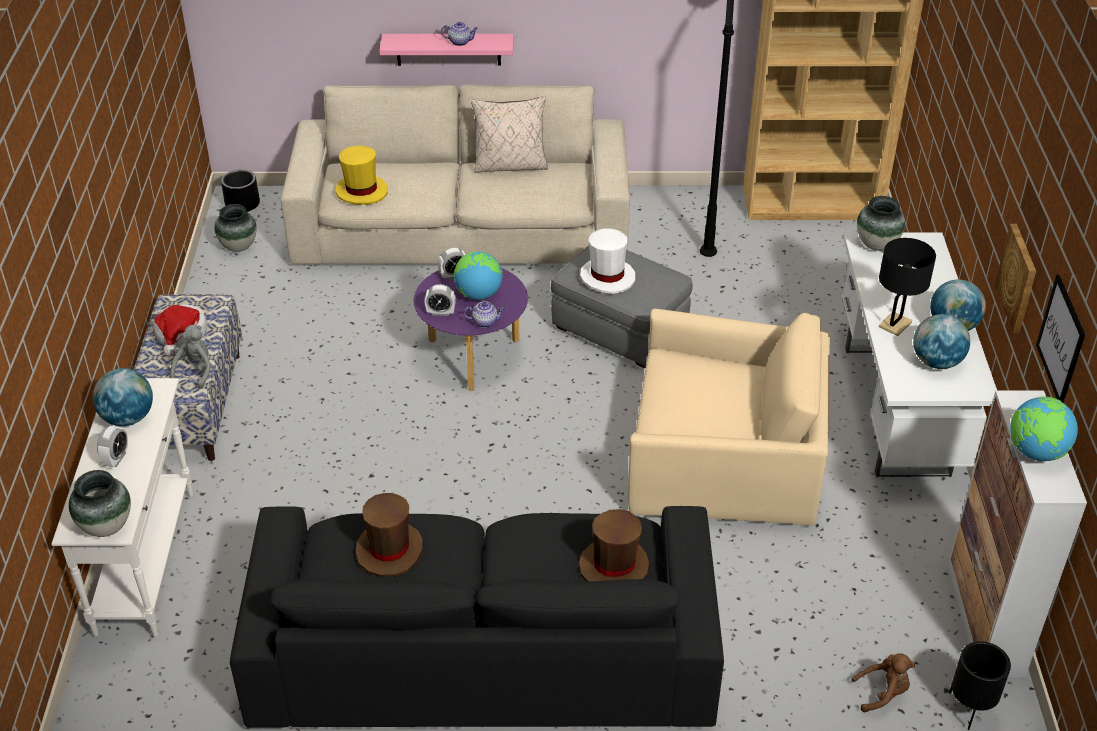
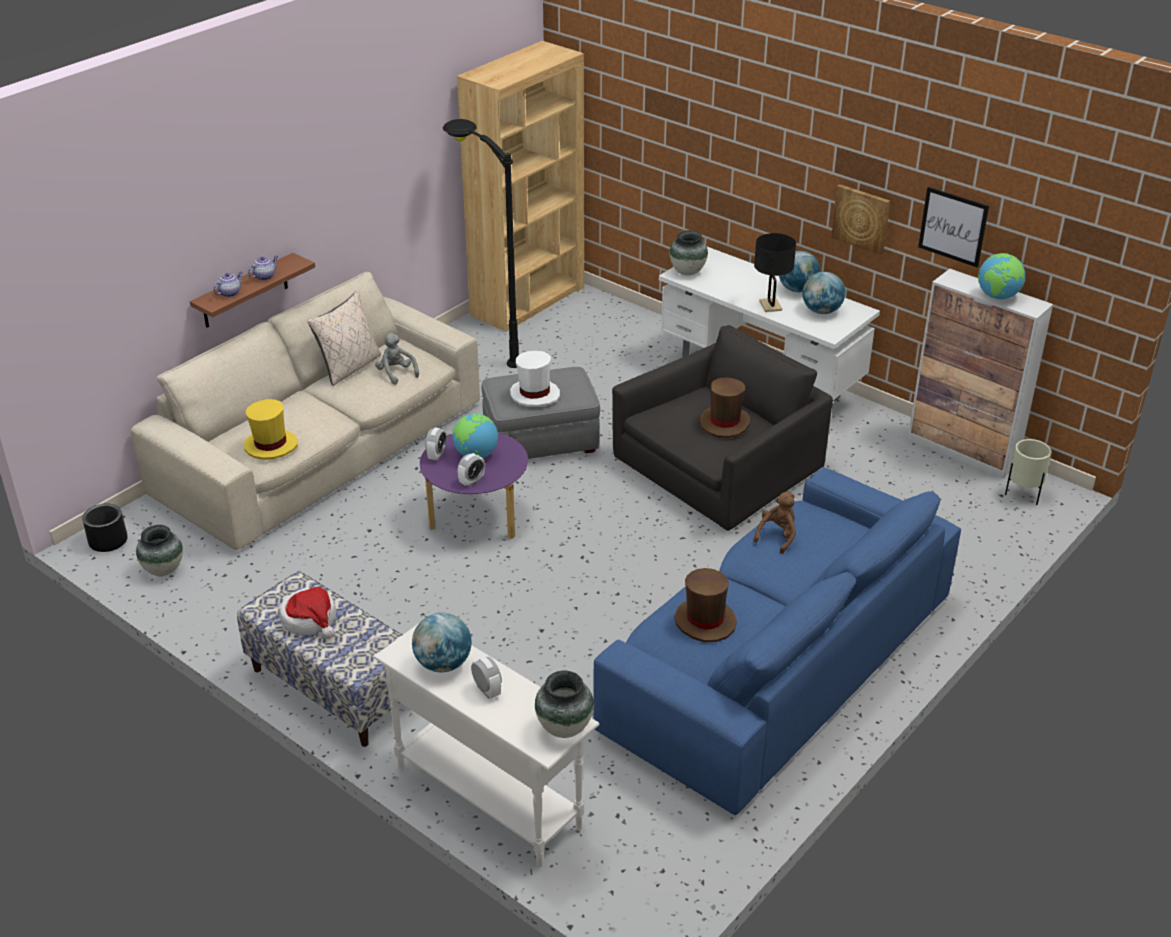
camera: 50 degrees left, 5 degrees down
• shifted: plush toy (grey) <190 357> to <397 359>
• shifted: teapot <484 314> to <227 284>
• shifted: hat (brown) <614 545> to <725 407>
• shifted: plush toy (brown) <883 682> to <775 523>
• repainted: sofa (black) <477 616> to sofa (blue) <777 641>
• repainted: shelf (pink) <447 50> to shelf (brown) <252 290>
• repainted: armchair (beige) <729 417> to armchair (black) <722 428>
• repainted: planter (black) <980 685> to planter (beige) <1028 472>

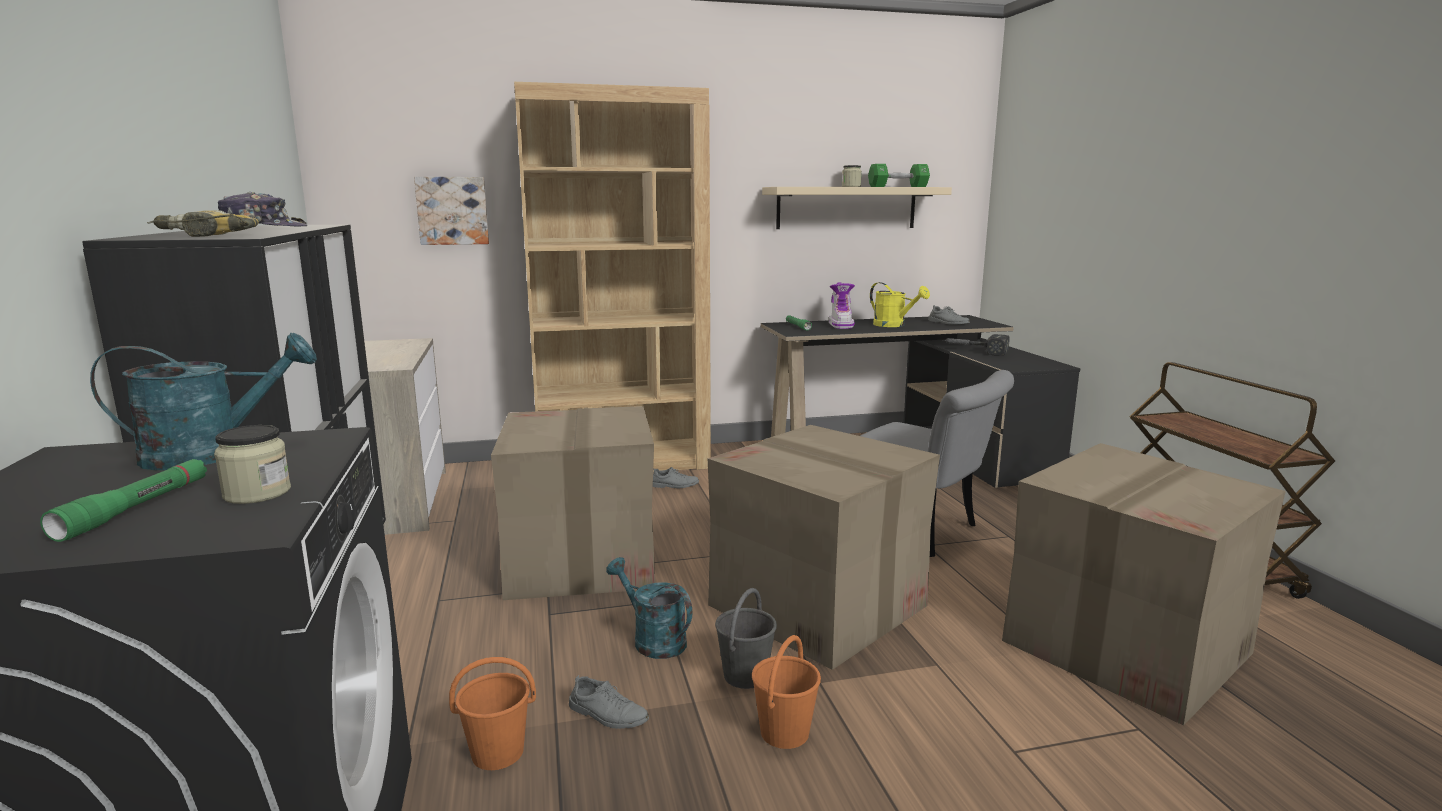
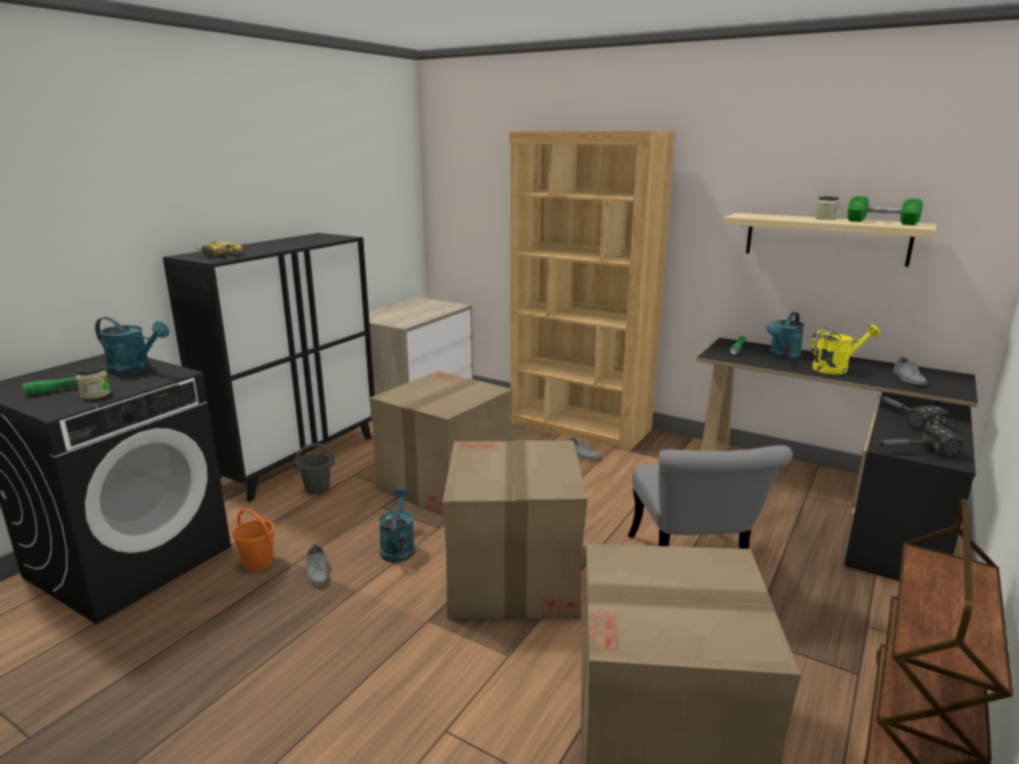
camera: 45 degrees right, 5 degrees up
• gone: cap <262 209>
• gone: picture <451 211>
• gone: bucket (orange) <786 692>
• new: hammer <919 441>
• shifted: bucket (grey) <746 638> to <315 469>
• swapped: boot <842 306> to watering can (turquoise) <785 335>
• rotated: watering can (yellow) <900 304> = <845 349> 105 degrees counterclockwise

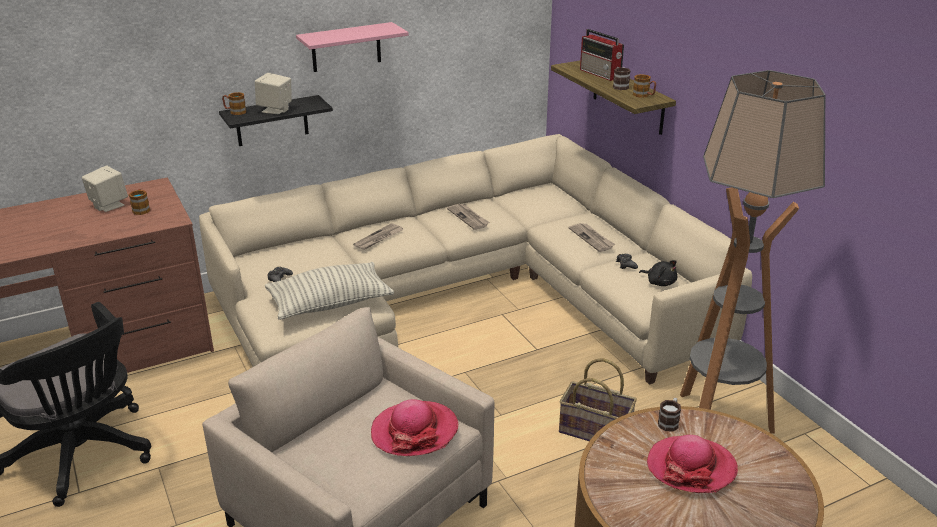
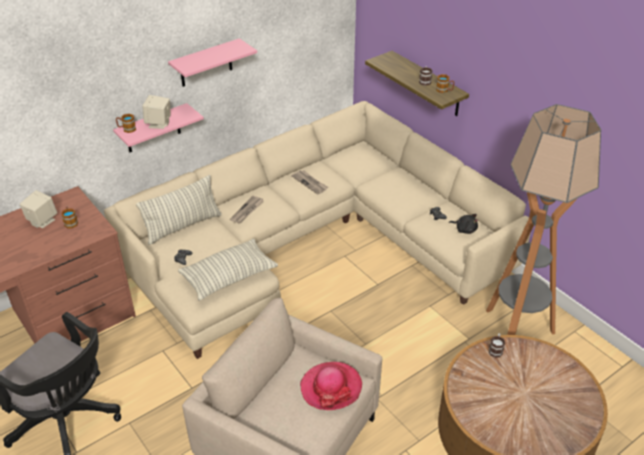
camera: 10 degrees left, 10 degrees up
• gone: basket <598 399>
• gone: newspaper <592 237>
• gone: radio <602 55>
• gone: hat <692 464>
• new: pillow <179 210>
• repainted: shelf (black) <276 120> to shelf (pink) <158 127>

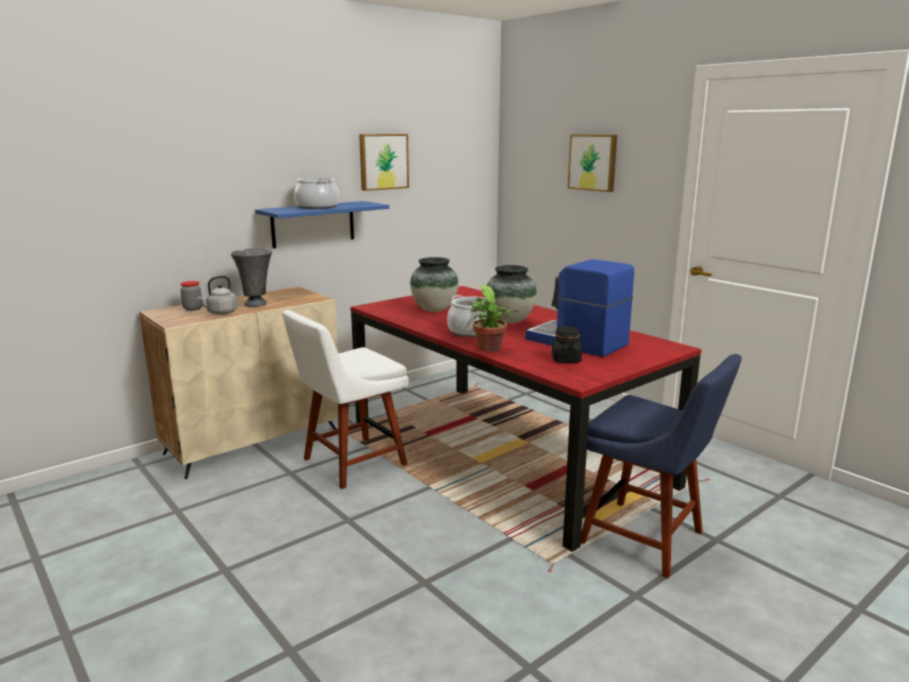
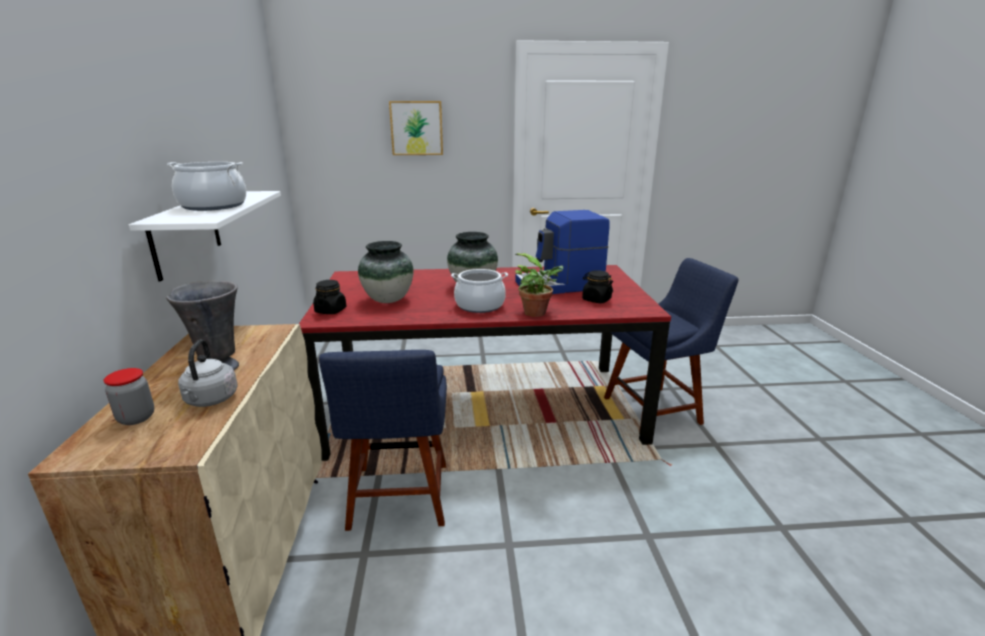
camera: 55 degrees left, 5 degrees up
• gone: picture <384 162>
• new: jar (black) <329 297>
• repainted: shelf (blue) <322 225> to shelf (white) <205 236>
• repainted: chair (white) <345 399> to chair (blue) <383 440>

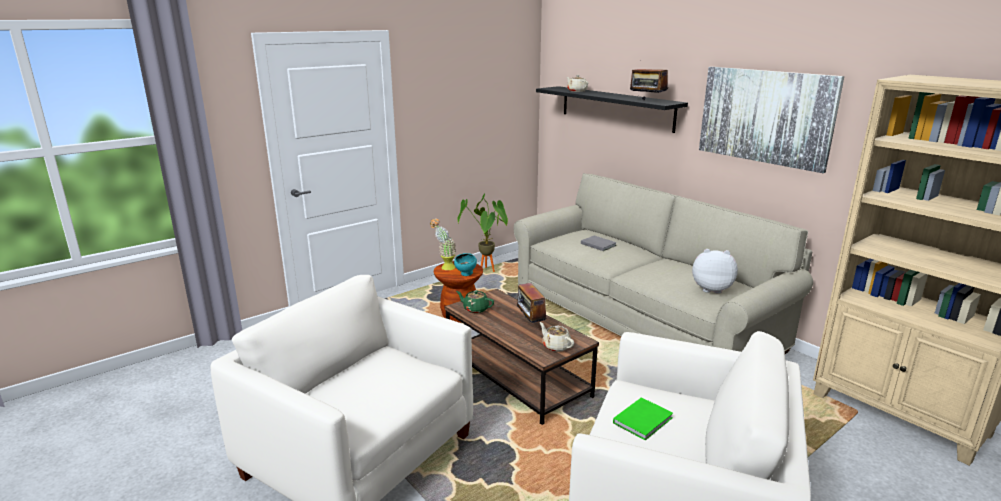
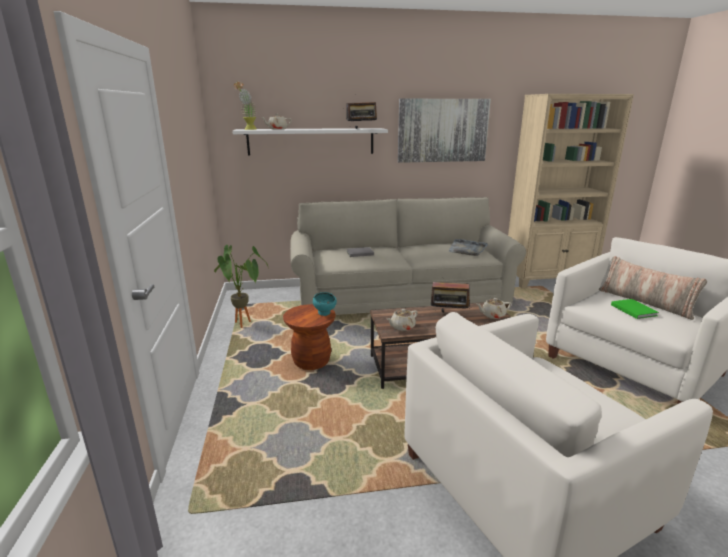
camera: 60 degrees left, 0 degrees up
• new: pillow <653 288>
• shifted: potted plant <443 244> to <245 105>
• swapped: plush toy <715 271> to tray (grey) <468 247>
• repainted: teapot (green) <475 301> to teapot (beige) <402 320>
• repainted: shelf (black) <612 109> to shelf (white) <310 142>

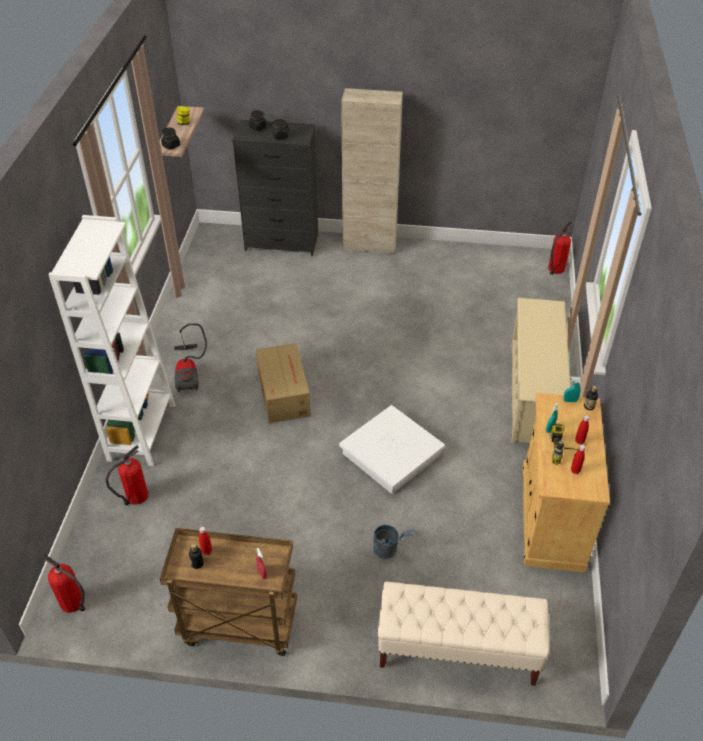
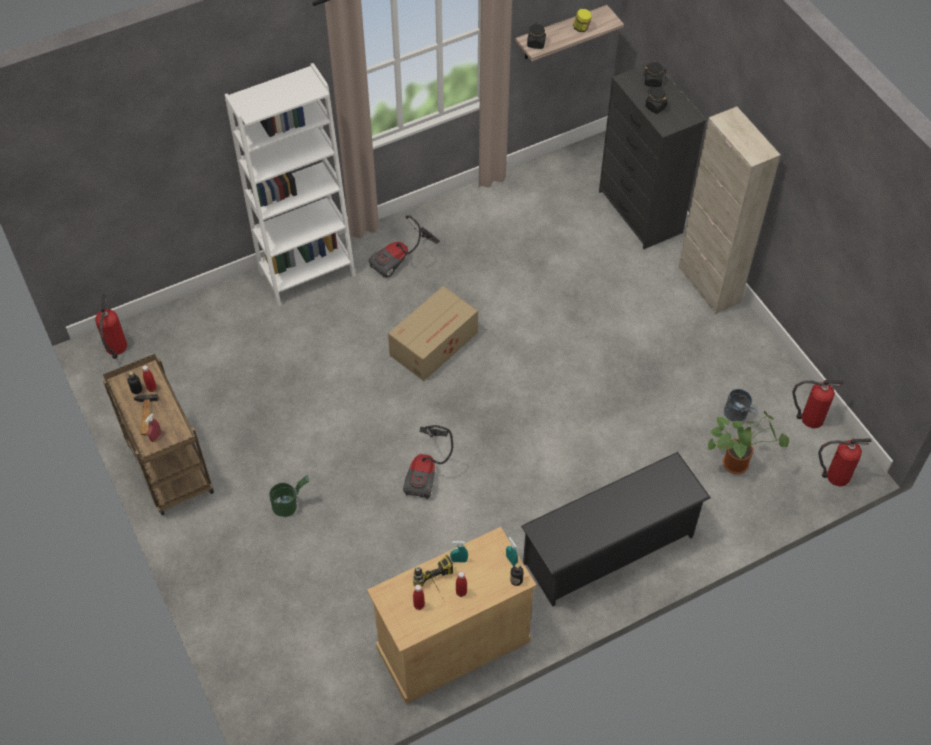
camera: 55 degrees right, 10 degrees up
• gone: bench (beige) <463 633>
• new: hammer <146 414>
• new: bucket (green) <289 496>
• new: potted plant <748 442>
• shifted: fire extinguisher <126 475> to <818 404>
• shifted: bucket (grey) <394 542> to <741 405>
• swapped: storage box (white) <392 449> to vacuum cleaner <428 462>
• repainted: shoe rack (beige) <541 370> to shoe rack (black) <616 529>

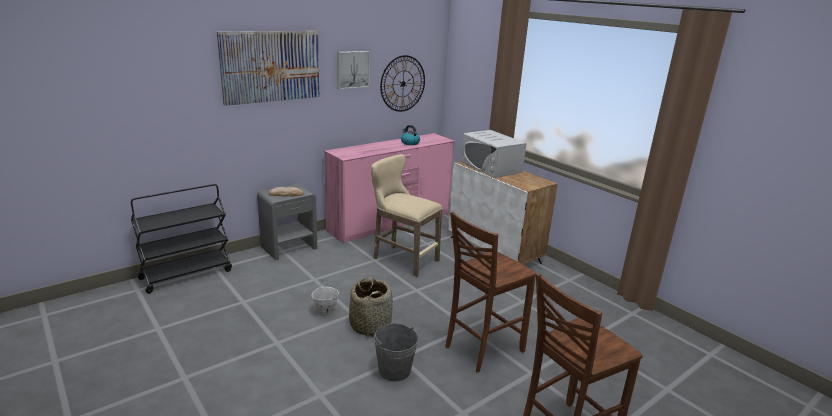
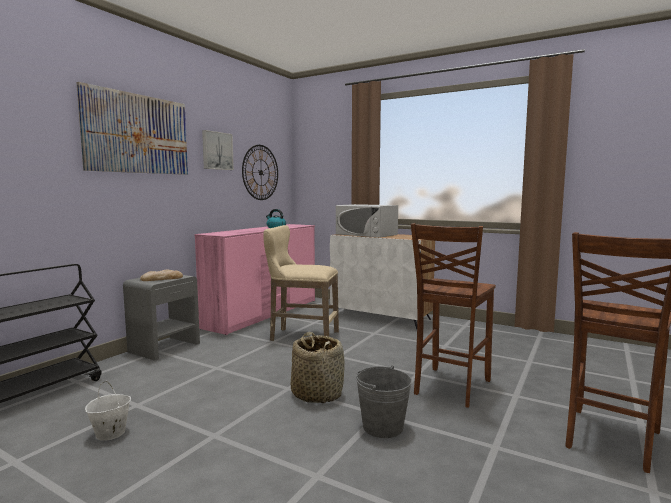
camera: 20 degrees left, 15 degrees down
• shifted: bucket (white) <325 298> to <108 411>

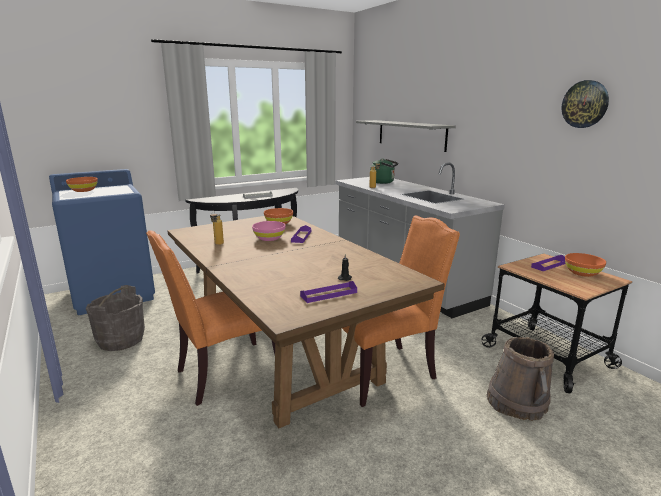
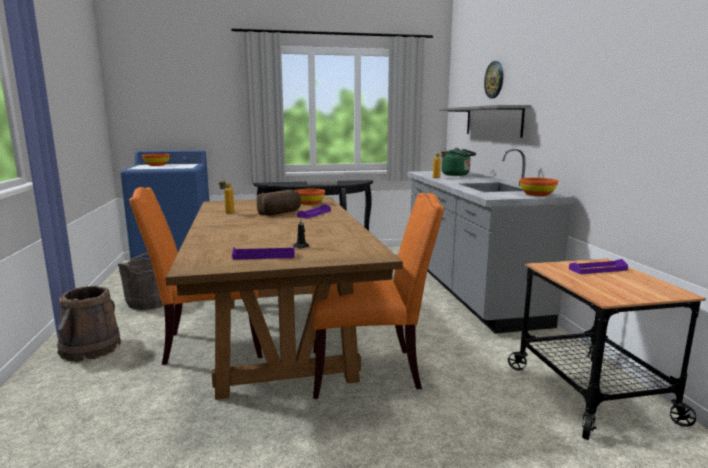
camera: 20 degrees right, 5 degrees down
• shifted: bucket (brown) <520 379> to <89 324>
• shifted: wall clock <585 104> to <493 79>
• shifted: bowl (orange) <585 265> to <539 187>
• swapped: bowl (pink) <269 231> to bread <279 202>

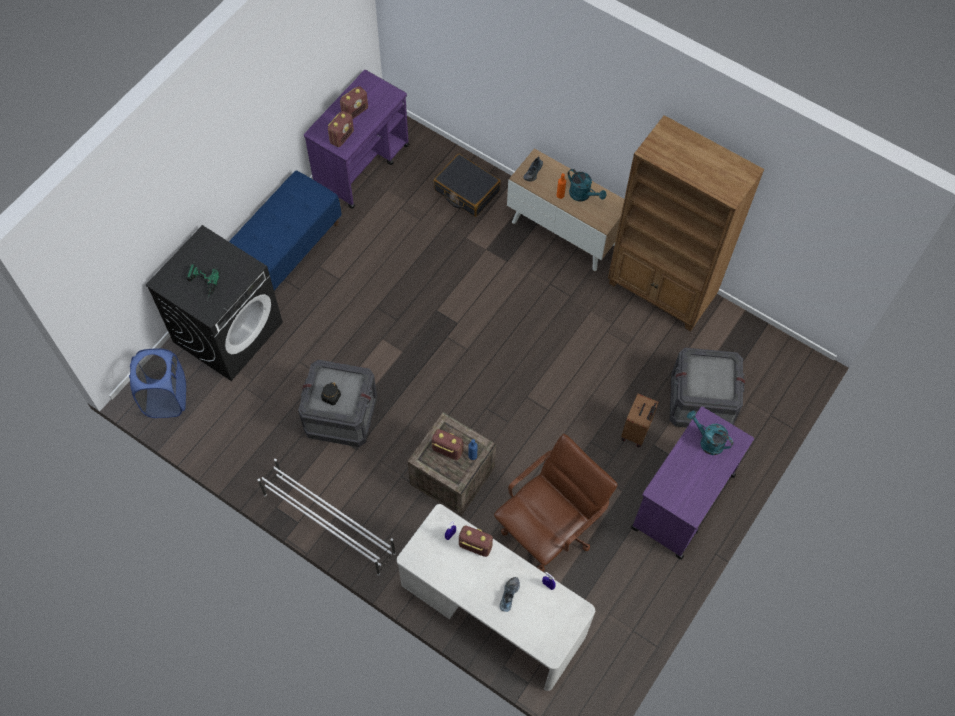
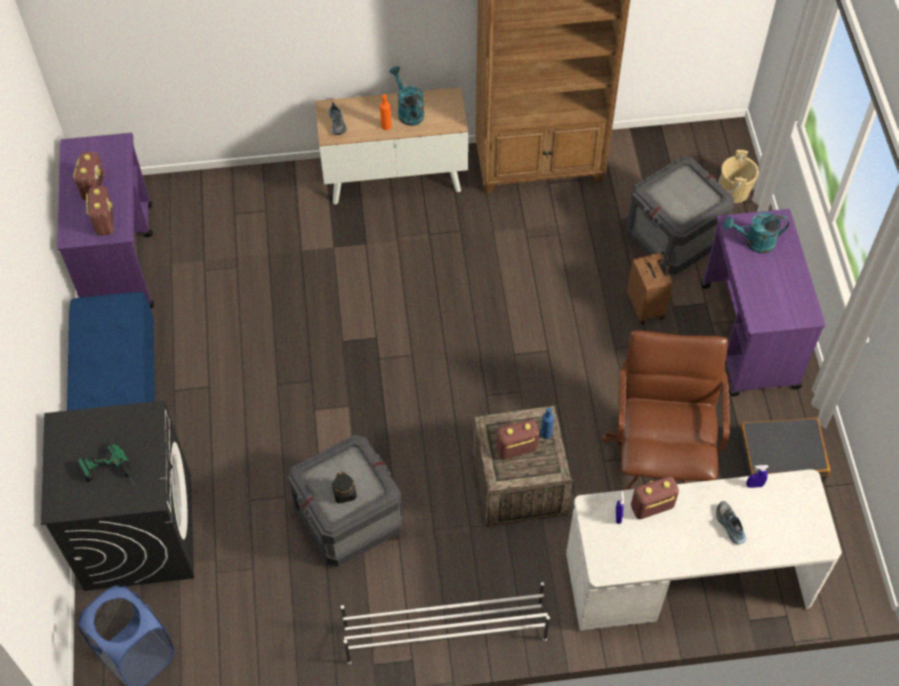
camera: 40 degrees left, 5 degrees down
• new: bucket (beige) <739 176>
• shifted: suitcase (black) <467 185> to <784 450>
• rotated: watering can (turquoise) <587 185> = <406 96> 120 degrees counterclockwise

